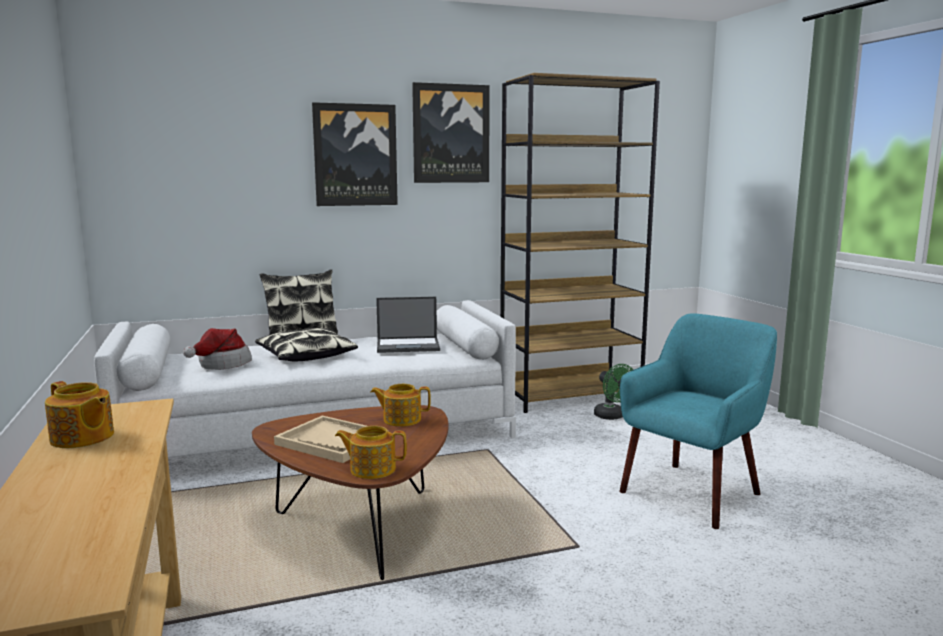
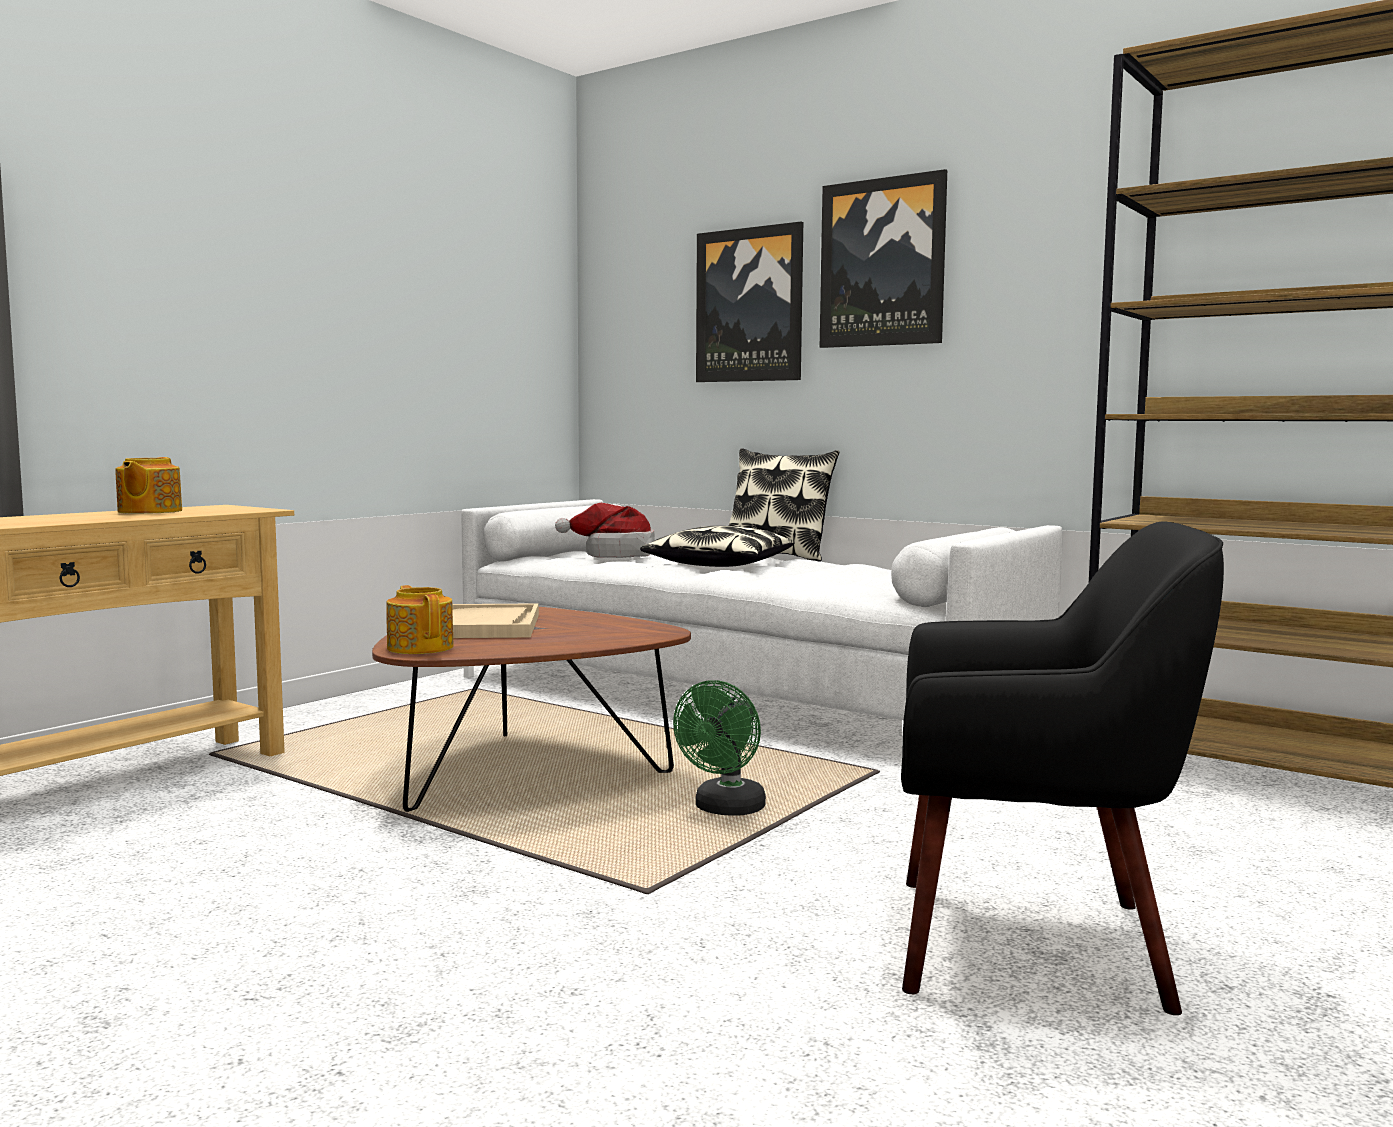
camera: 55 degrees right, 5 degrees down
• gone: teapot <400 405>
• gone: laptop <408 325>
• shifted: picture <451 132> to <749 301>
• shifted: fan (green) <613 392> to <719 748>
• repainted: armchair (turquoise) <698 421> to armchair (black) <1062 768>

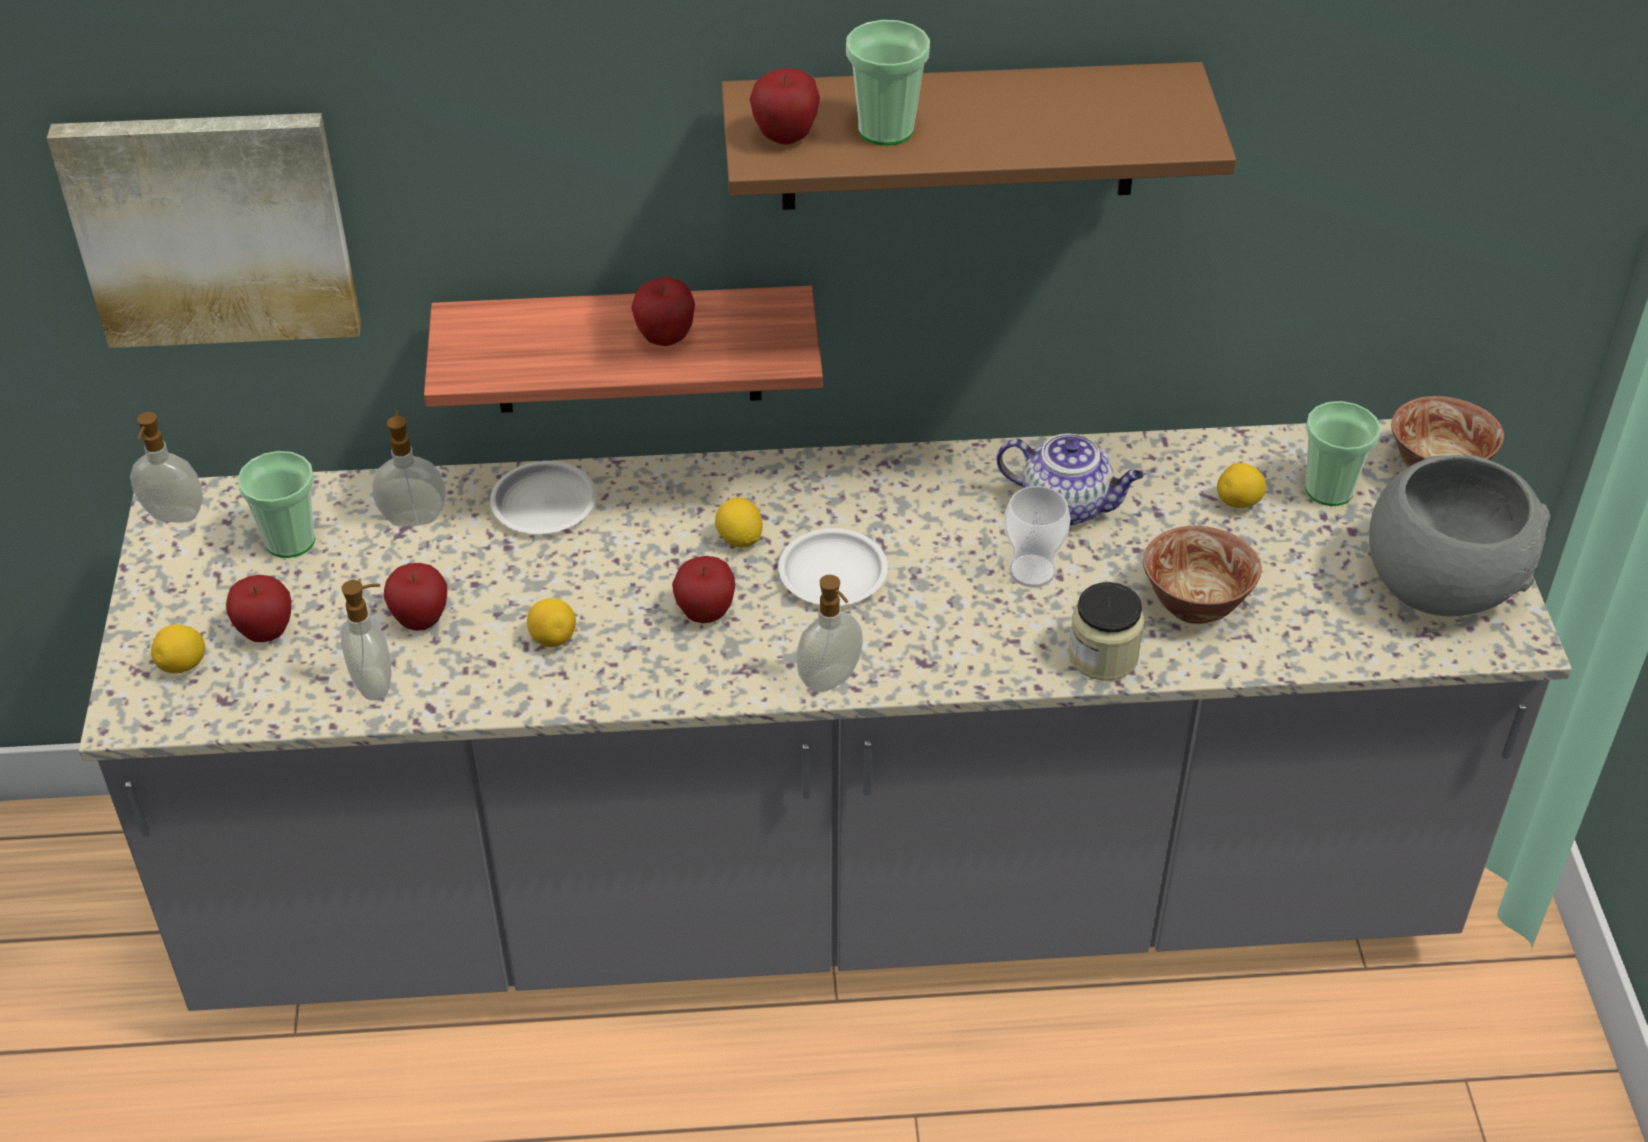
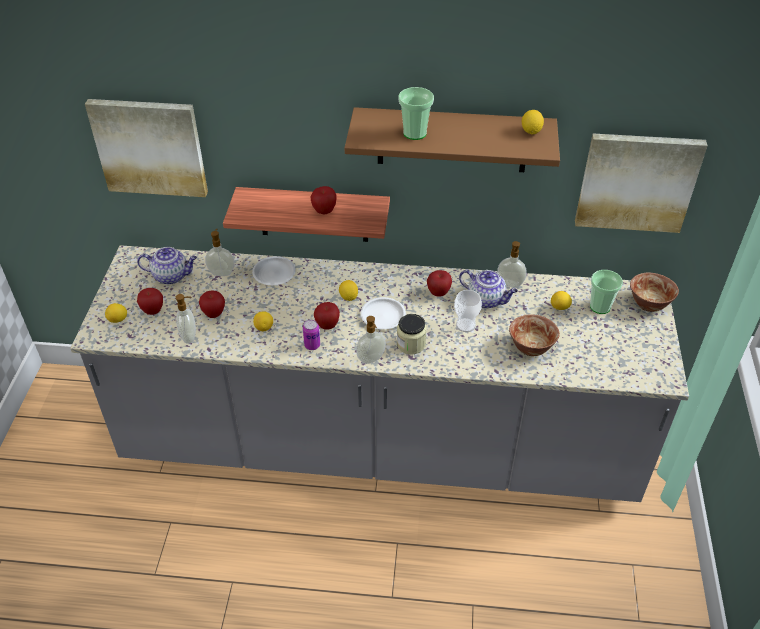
camera: 10 degrees right, 0 degrees up
• gone: bowl (grey) <1460 535>
• new: can <311 335>
• new: lemon <533 122>
• new: picture <641 183>
• shifted: soap dispenser <166 467> to <512 264>
• shifted: apple <785 106> to <439 283>
• shifted: jar <1106 631> to <412 334>
• swapped: cup <276 504> to teapot <167 266>

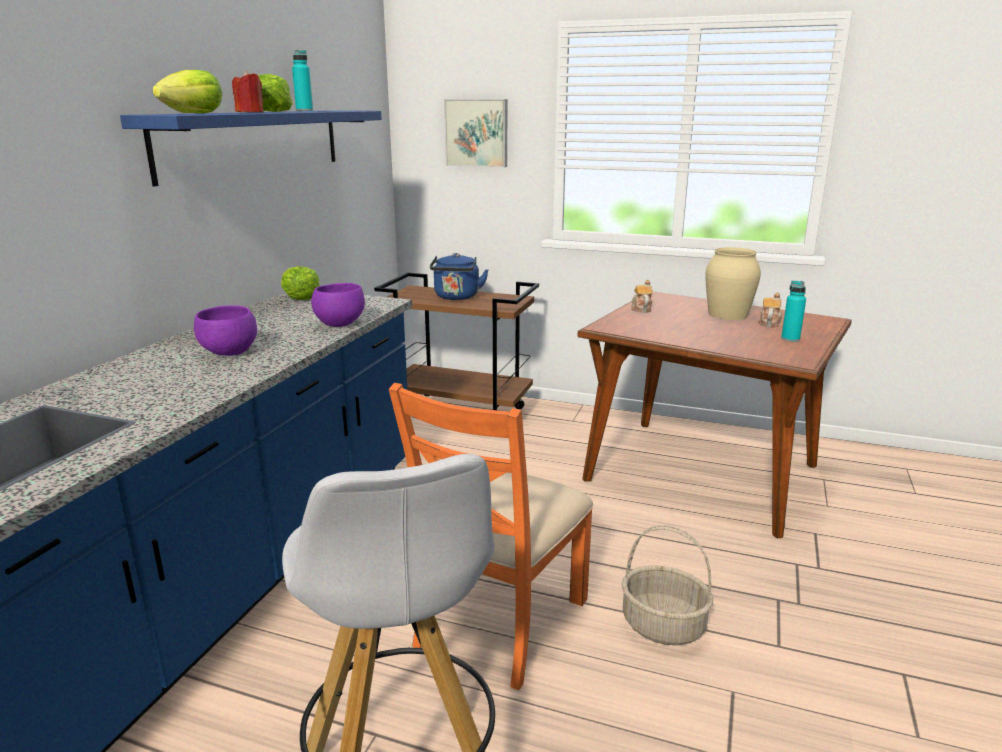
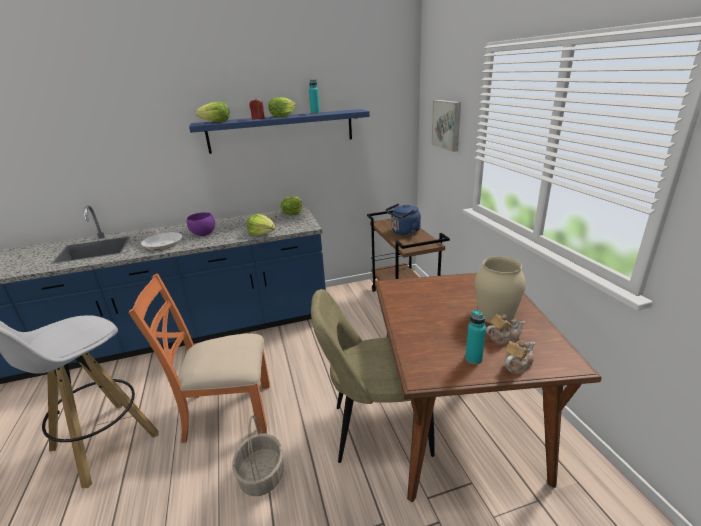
camera: 55 degrees right, 5 degrees up
• new: frying pan <162 239>
• new: chair (beige) <373 376>
• shifted: teapot <642 296> to <520 357>
• swapped: bowl (purple) <338 305> to lettuce <261 224>

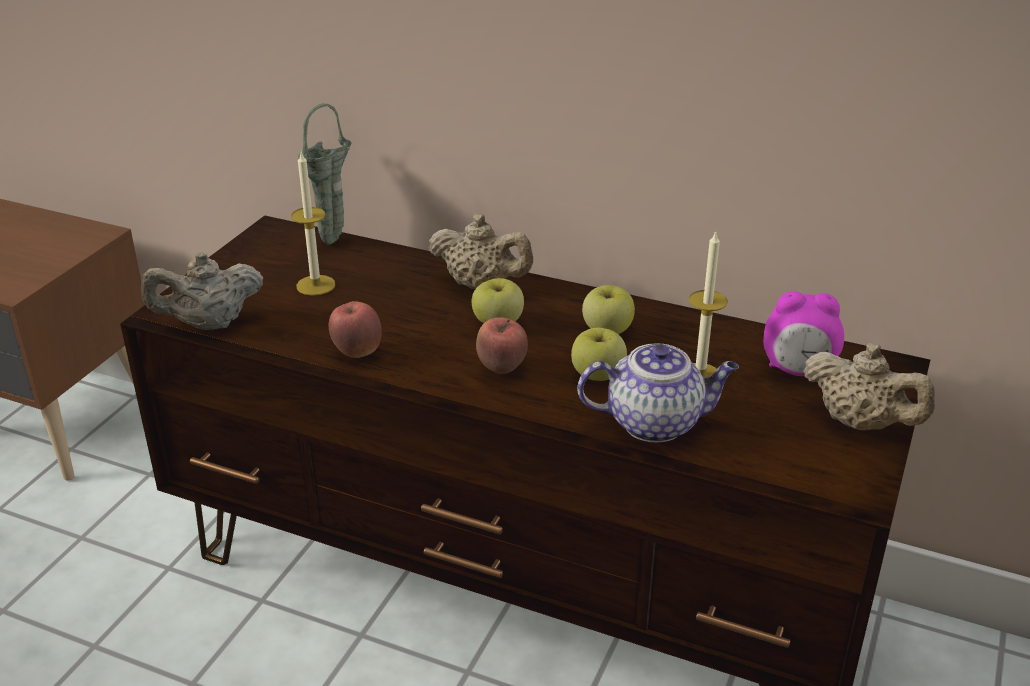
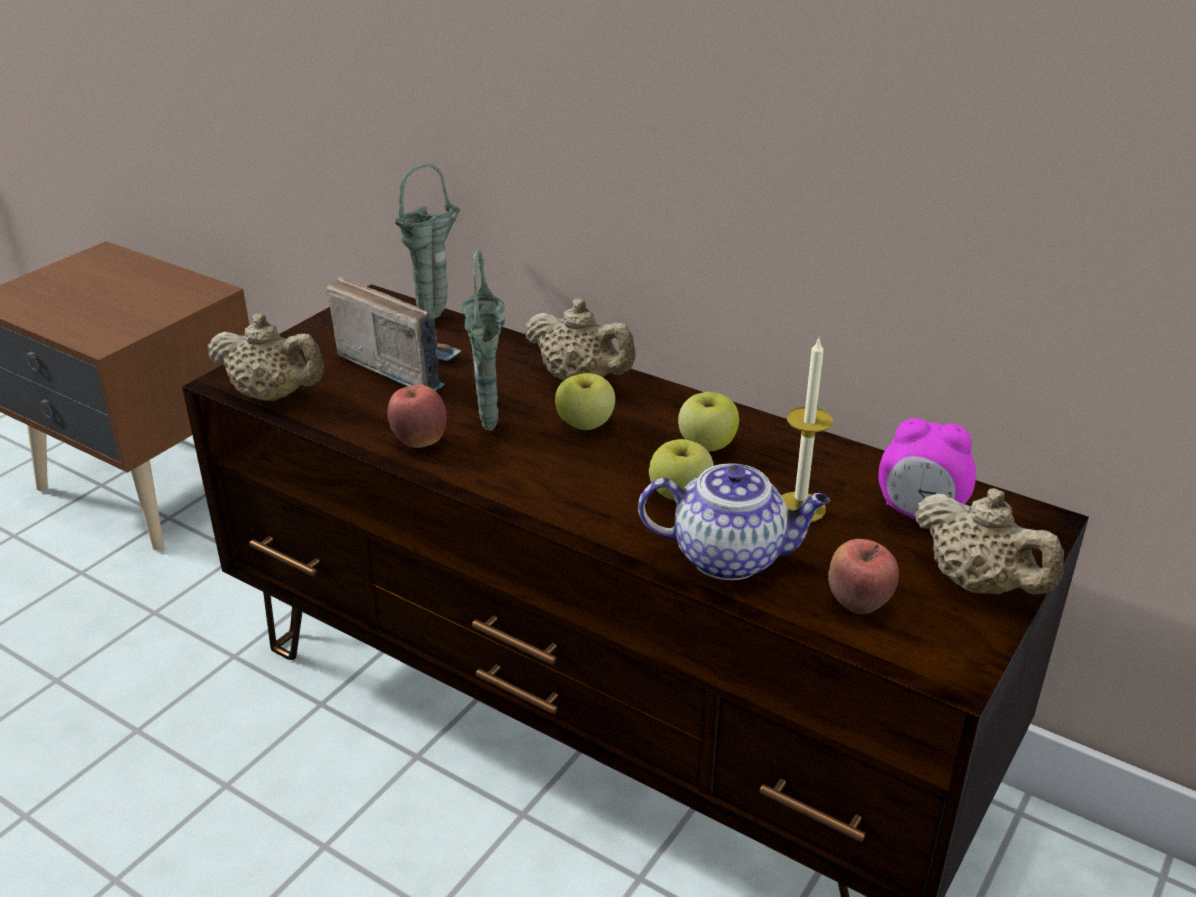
camera: 10 degrees right, 0 degrees up
• new: vase (green) <483 340>
• shifted: apple <502 345> to <863 576>
• swapped: candle <313 224> to radio <394 334>
• rotated: teapot (beige) <202 291> = <266 357> 150 degrees counterclockwise

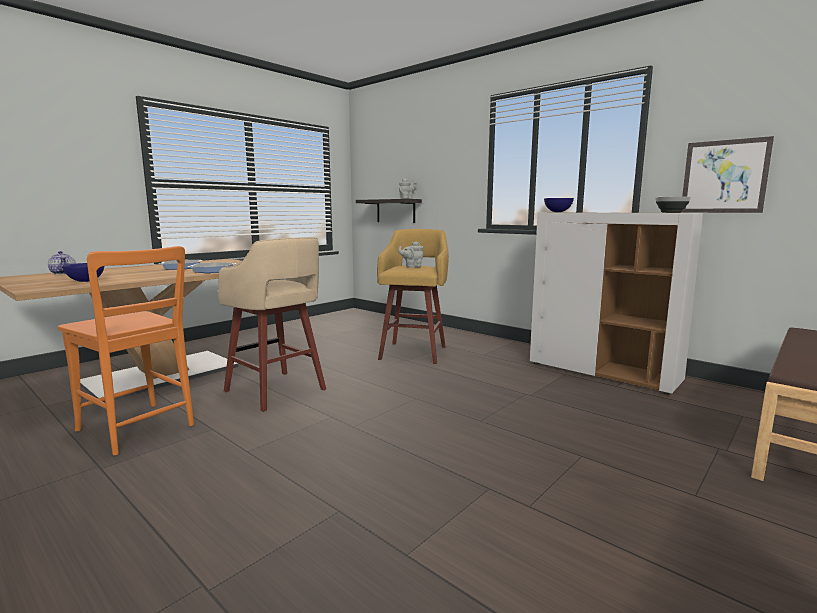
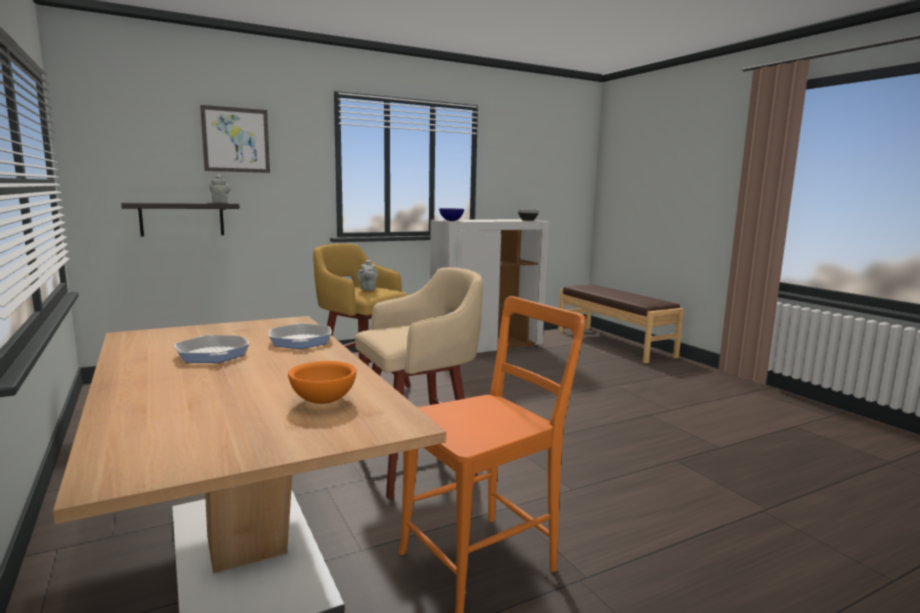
camera: 70 degrees left, 0 degrees up
• gone: teapot <62 263>
• shifted: picture <727 174> to <235 139>
• repainted: bowl (blue) <83 272> to bowl (orange) <322 382>

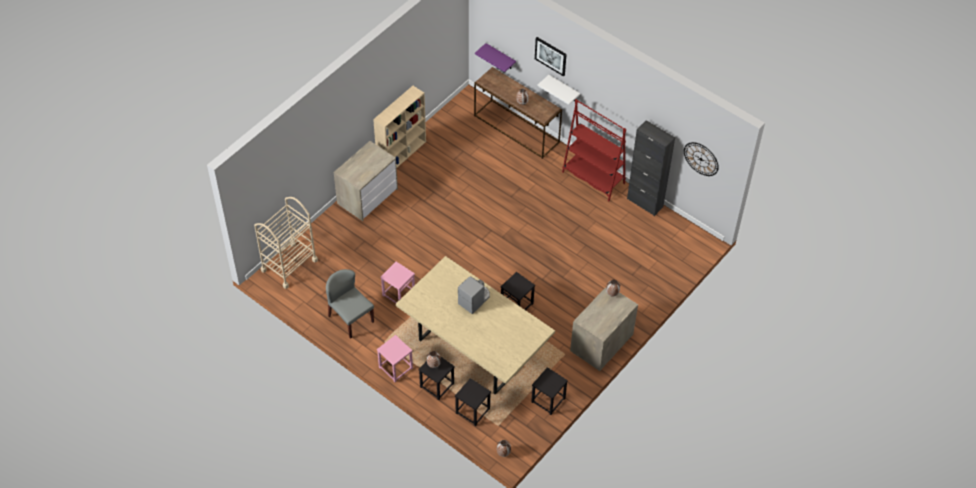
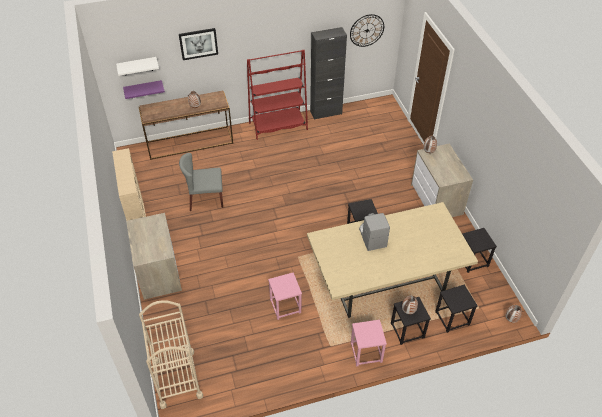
camera: 55 degrees left, 5 degrees down
• shifted: chair (grey) <350 304> to <201 182>
• shifted: shelf (white) <558 90> to <137 66>

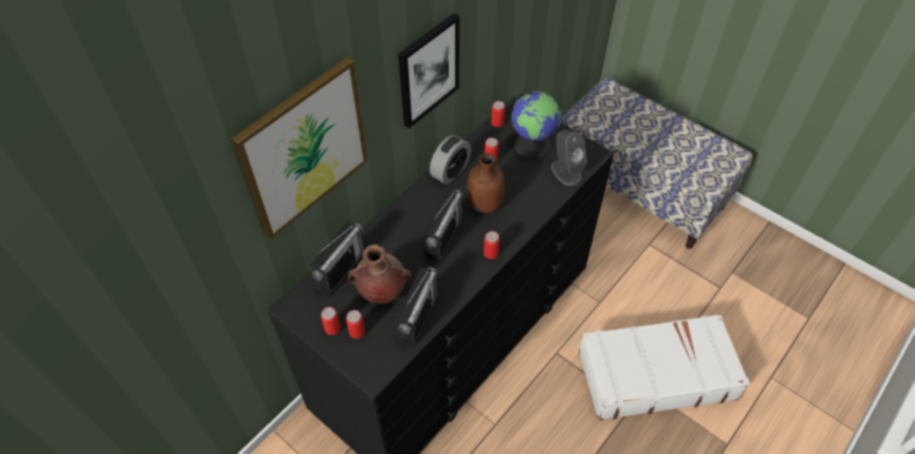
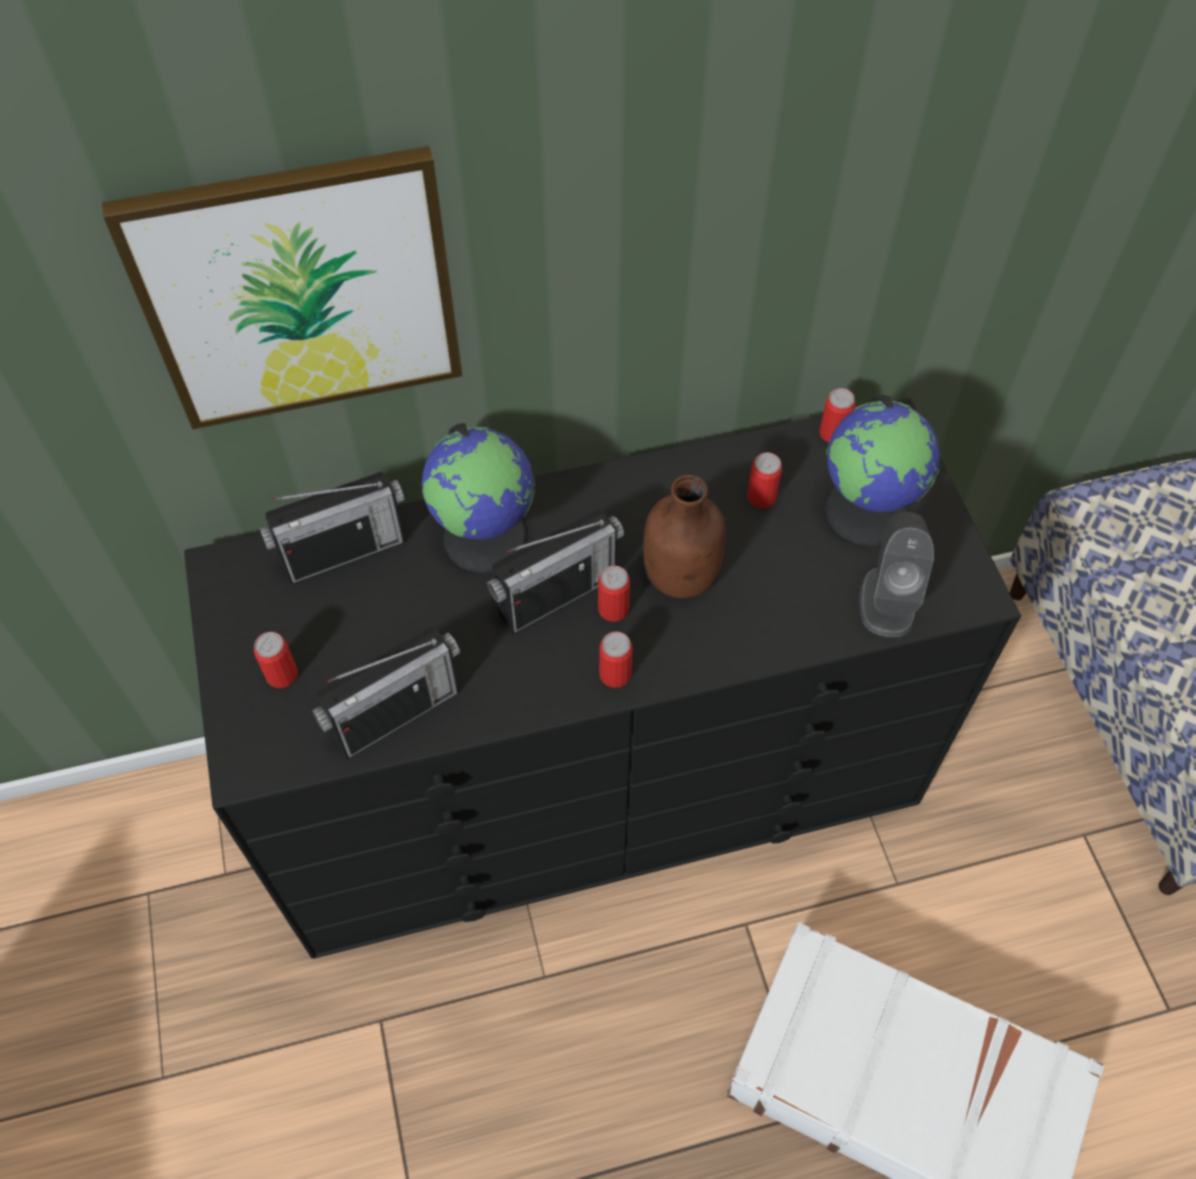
camera: 35 degrees right, 5 degrees up
• gone: vase (brown) <379 274>
• gone: picture <428 70>
• gone: alarm clock <450 159>
• new: globe <478 498>
• shifted: can <331 321> to <614 594>

